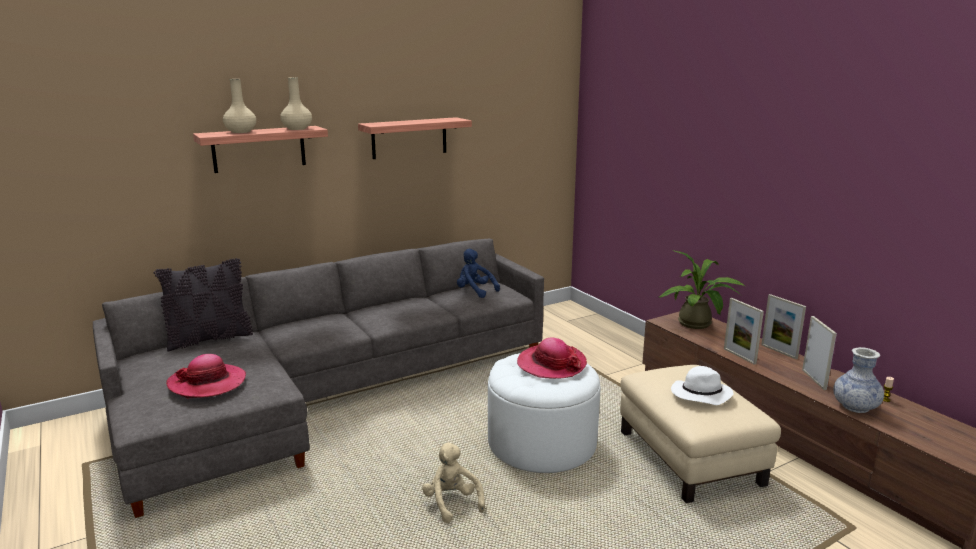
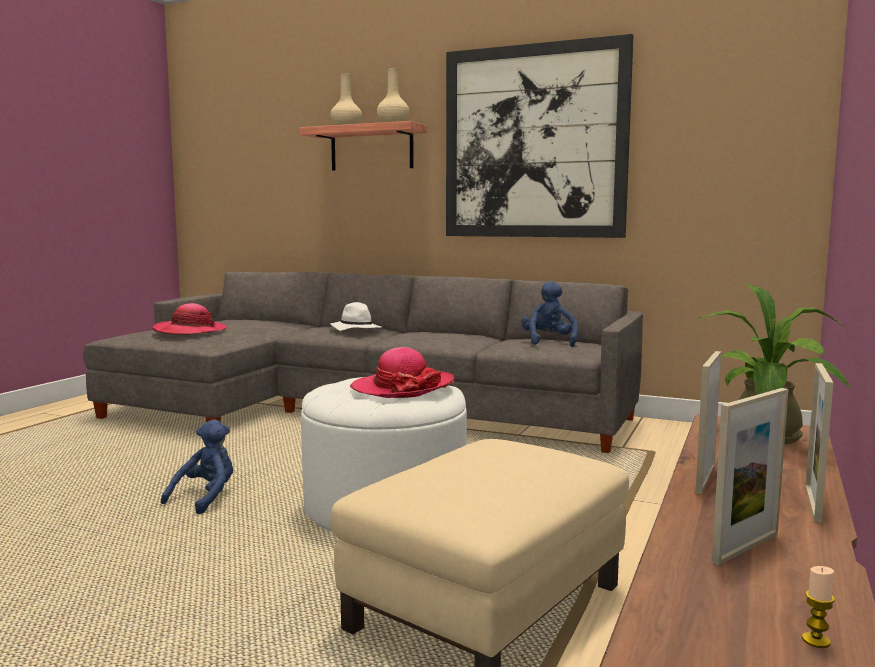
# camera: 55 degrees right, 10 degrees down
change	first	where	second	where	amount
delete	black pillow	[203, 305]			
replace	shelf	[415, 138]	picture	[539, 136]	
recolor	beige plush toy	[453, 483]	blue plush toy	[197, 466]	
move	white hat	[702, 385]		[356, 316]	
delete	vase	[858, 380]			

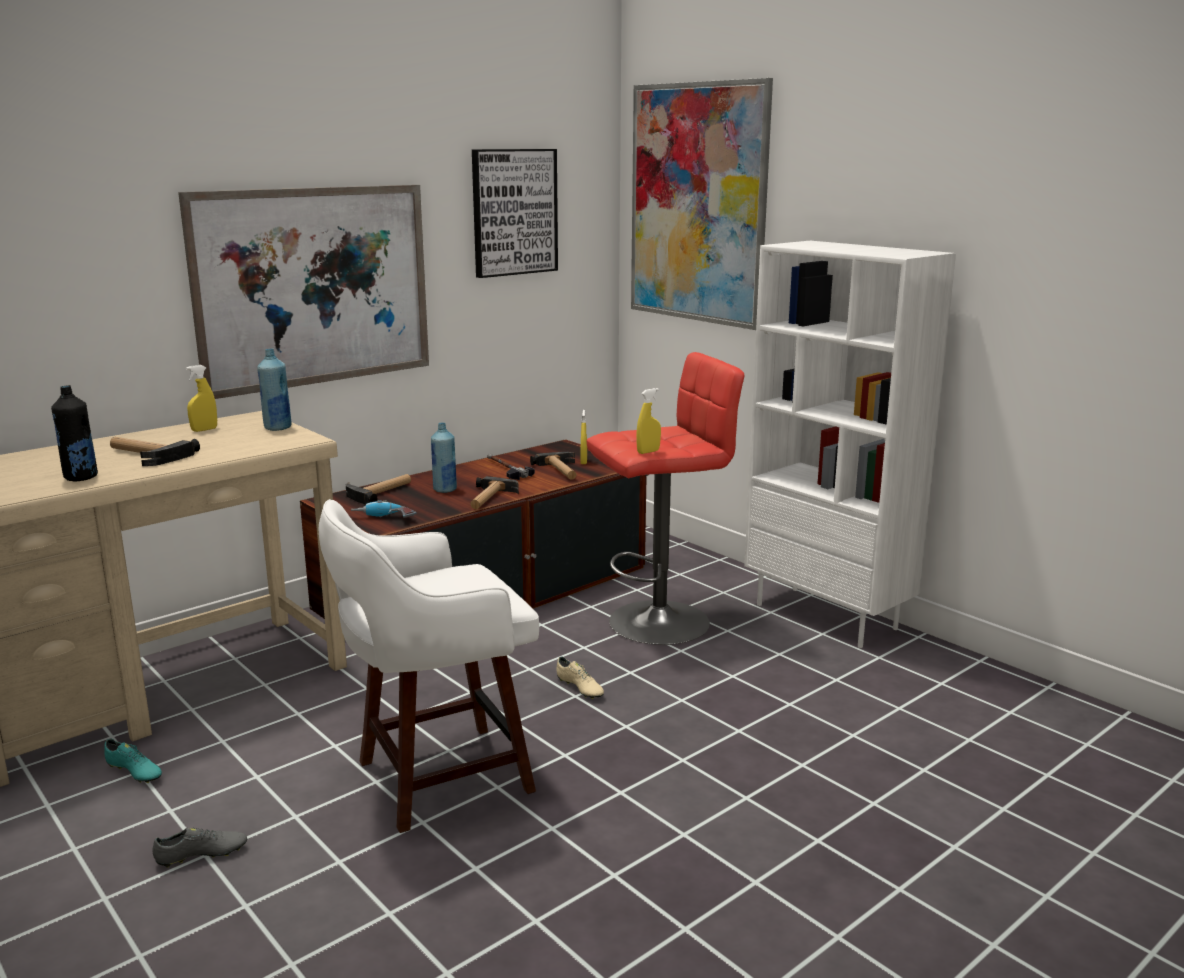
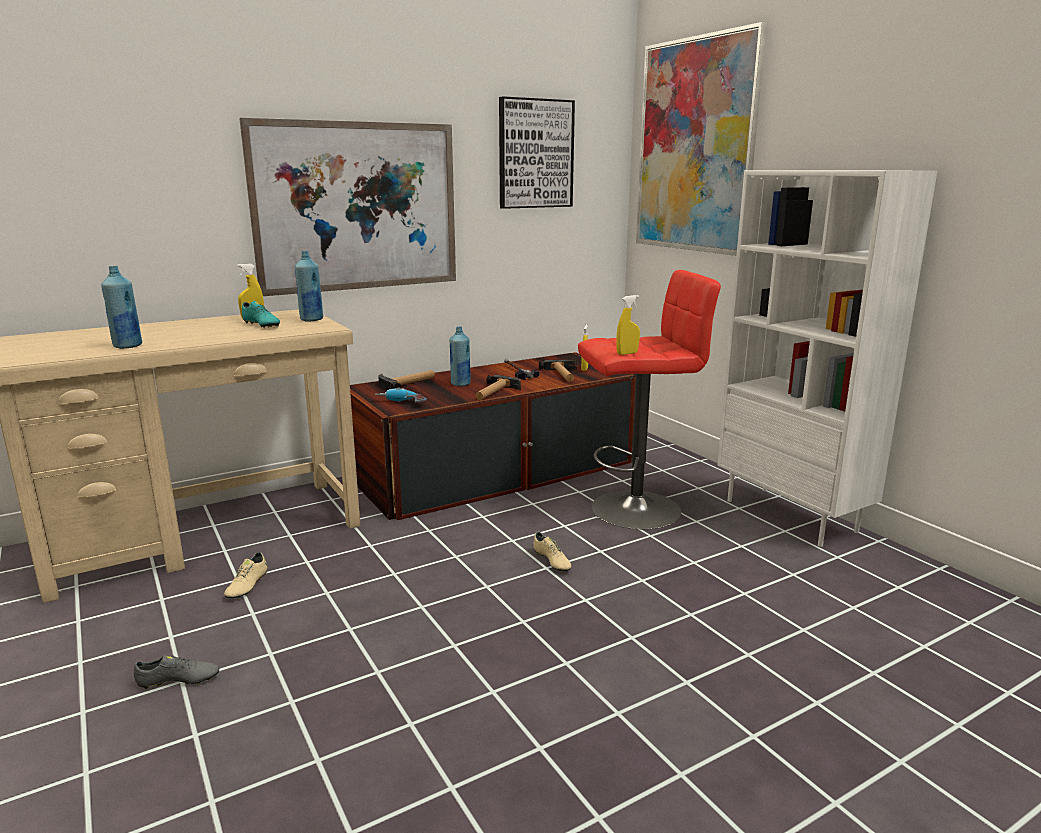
# camera: 10 degrees right, 0 degrees up
change	first	where	second	where	amount
recolor	black bottle	[74, 433]	blue bottle	[121, 307]	
move	turquoise shoe	[133, 761]		[261, 314]	
delete	hammer	[155, 451]			
delete	white stool	[429, 666]			
insert			beige shoe	[245, 575]	

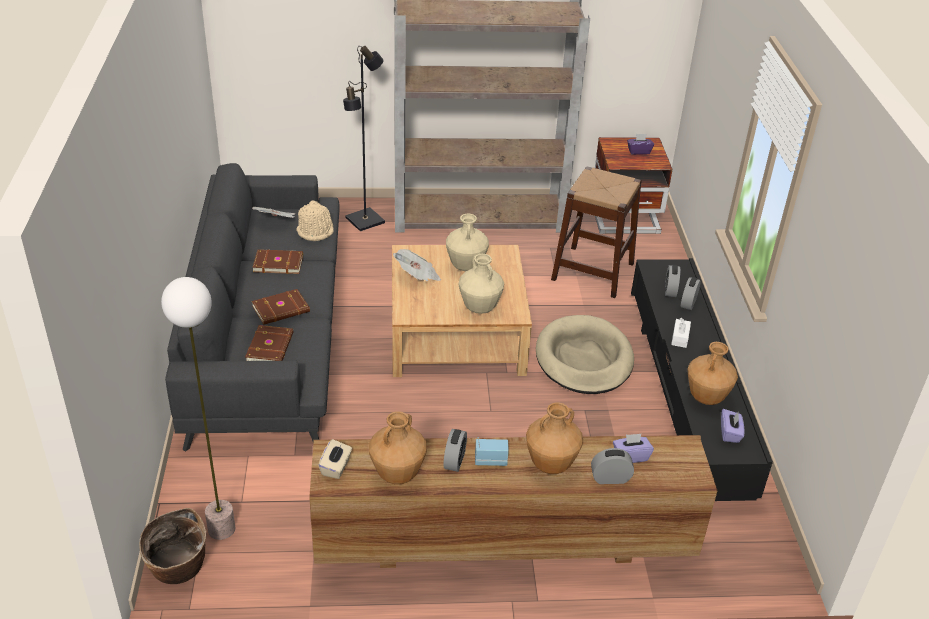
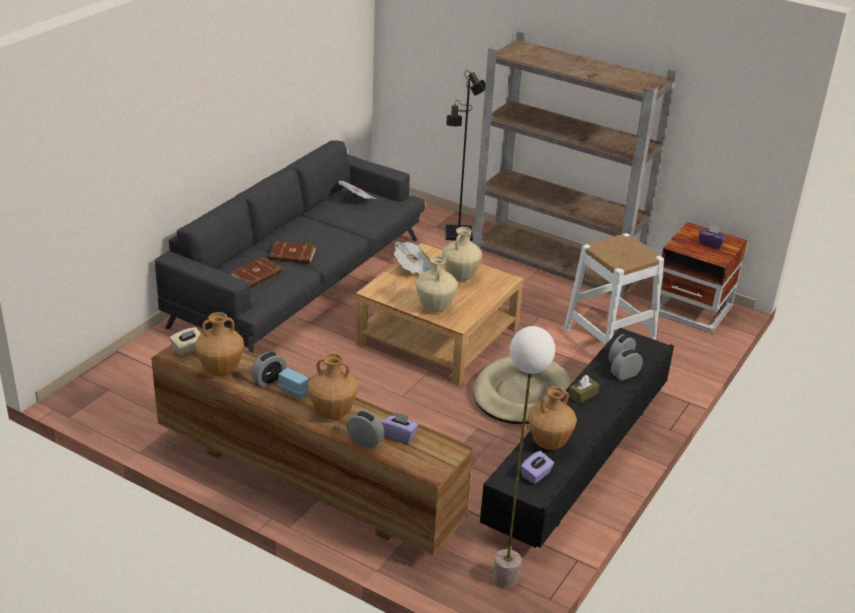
# camera: 35 degrees right, 5 degrees down
change	first	where	second	where	amount
delete	basket	[172, 546]			
move	floor lamp	[198, 408]		[524, 457]	
delete	brown book	[277, 261]			
delete	beige hat	[315, 221]			
recolor	brown stool	[596, 232]	white stool	[614, 289]	
recolor	white tissue box	[681, 333]	brown tissue box	[584, 389]	

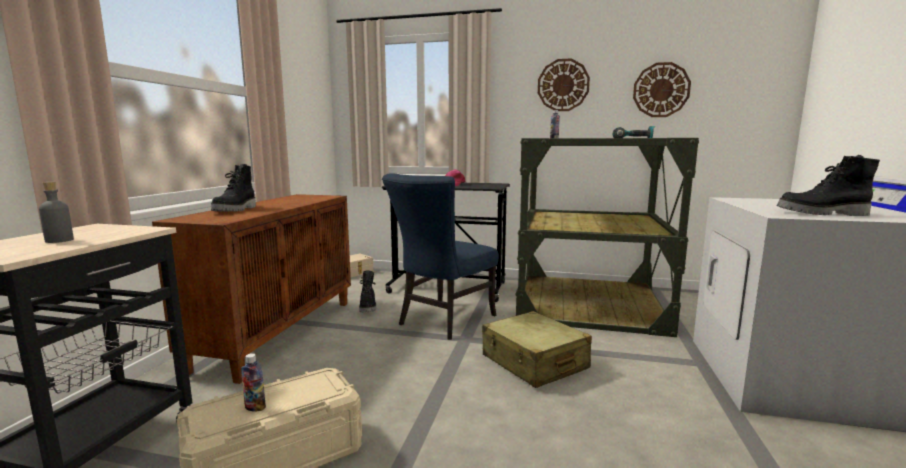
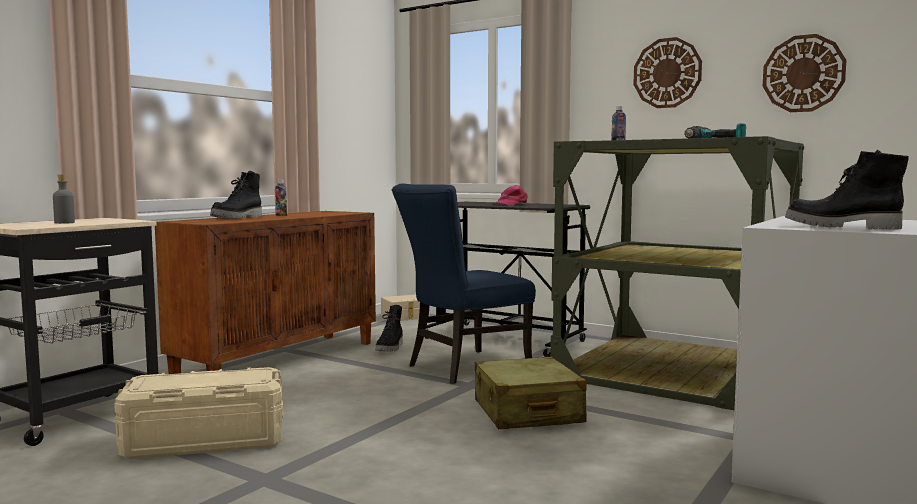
# camera: 20 degrees right, 5 degrees down
change	first	where	second	where	amount
move	bottle	[253, 382]		[281, 198]	

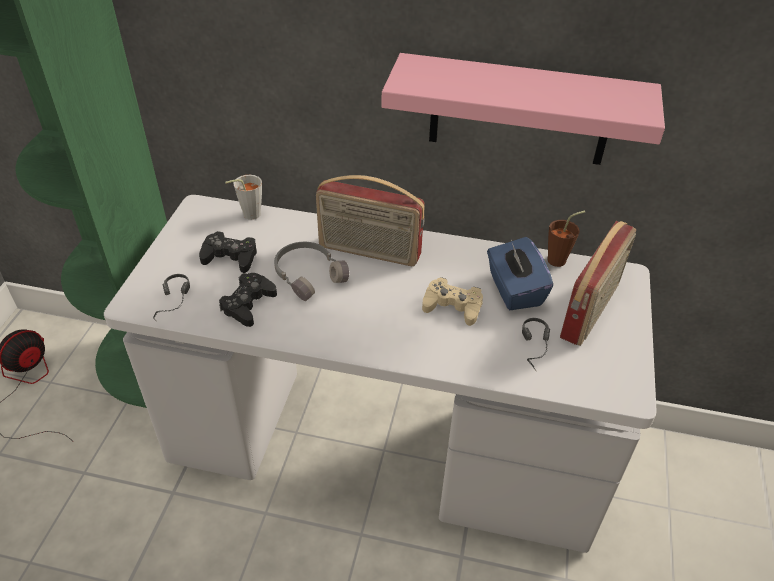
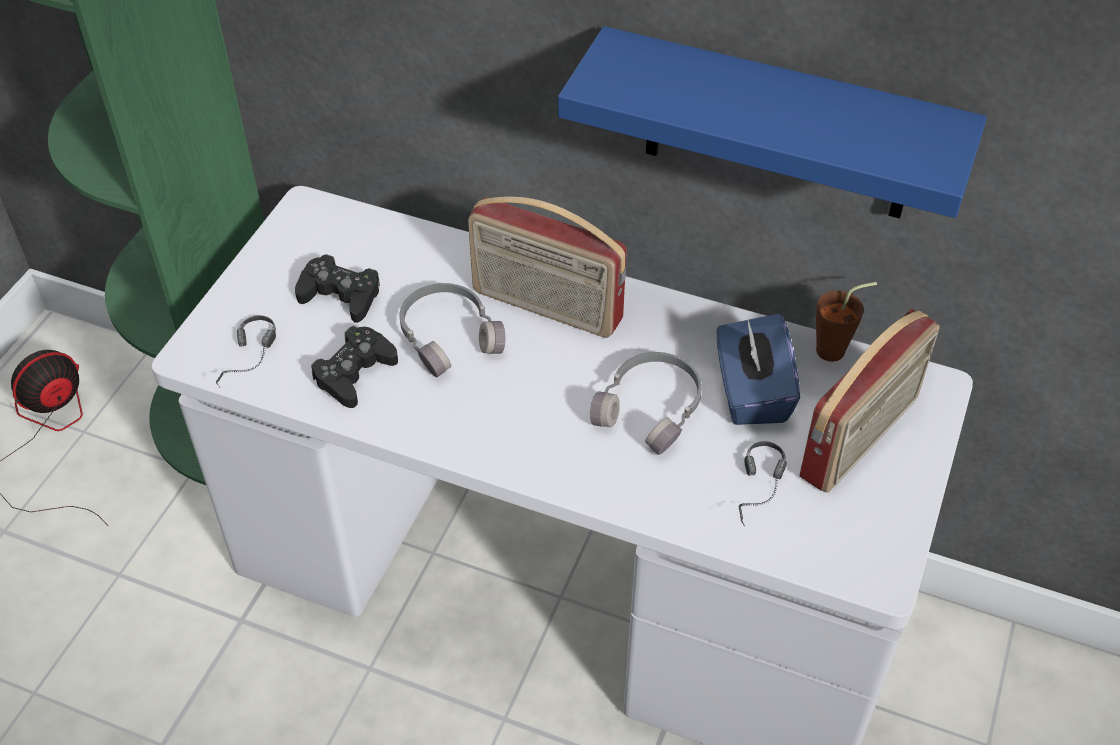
# camera: 10 degrees right, 5 degrees up
change	first	where	second	where	amount
delete	grey cup	[243, 197]			
recolor	pink shelf	[523, 109]	blue shelf	[772, 122]	
replace	beige game controller	[452, 301]	grey headphones	[646, 403]	

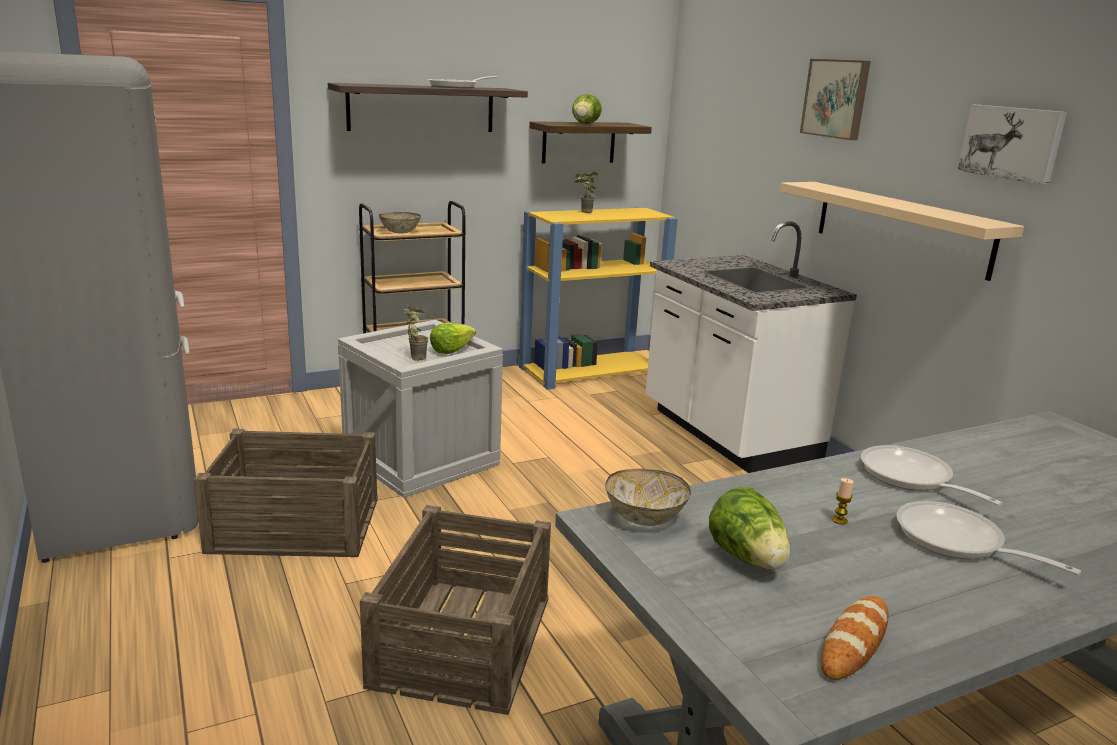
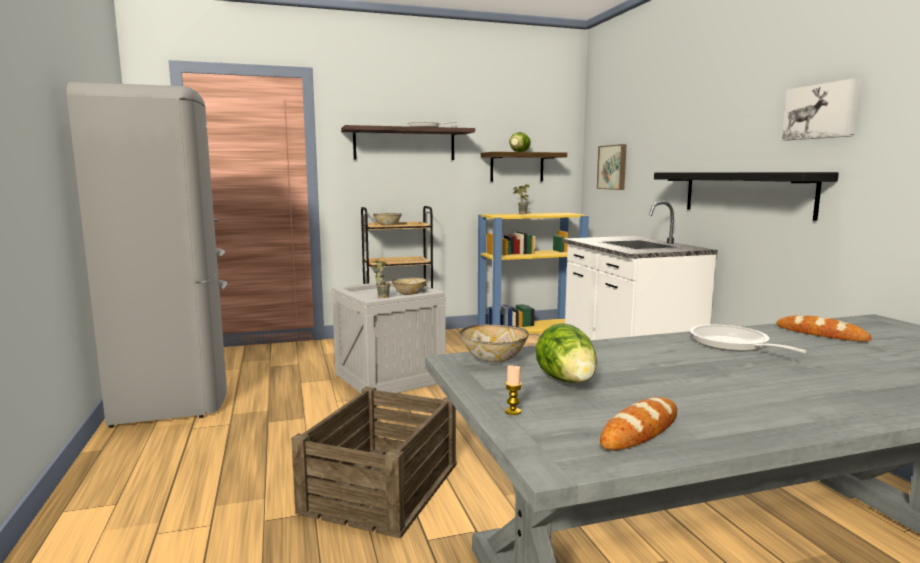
# camera: 10 degrees right, 10 degrees down
change	first	where	second	where	amount
delete	crate	[286, 492]			
replace	lettuce	[453, 338]	bowl	[409, 286]	
recolor	beige shelf	[902, 231]	black shelf	[746, 196]	
move	picture	[835, 99]		[612, 167]	
move	candle	[843, 501]		[513, 390]	
delete	frying pan	[989, 538]			
insert			bread	[824, 328]	

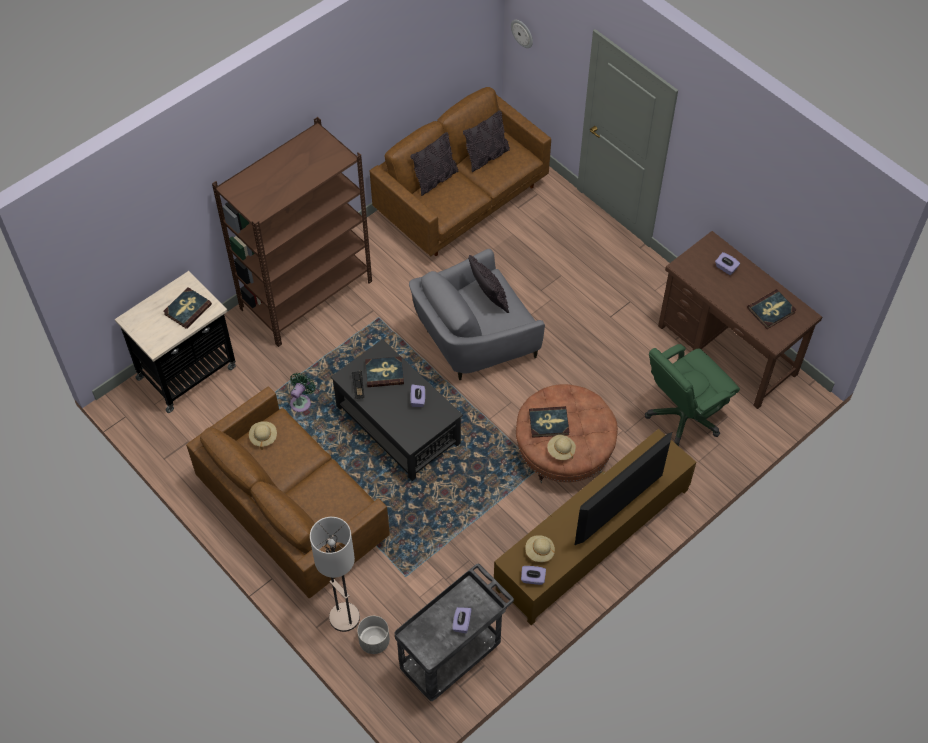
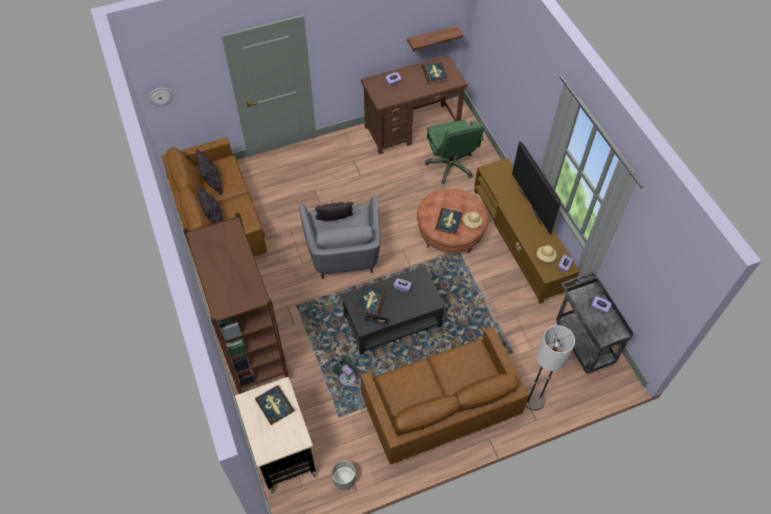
# camera: 70 degrees left, 0 degrees up
change	first	where	second	where	amount
delete	beige hat	[263, 435]			
move	grey planter	[373, 635]		[344, 475]	
insert			shelf	[435, 38]	

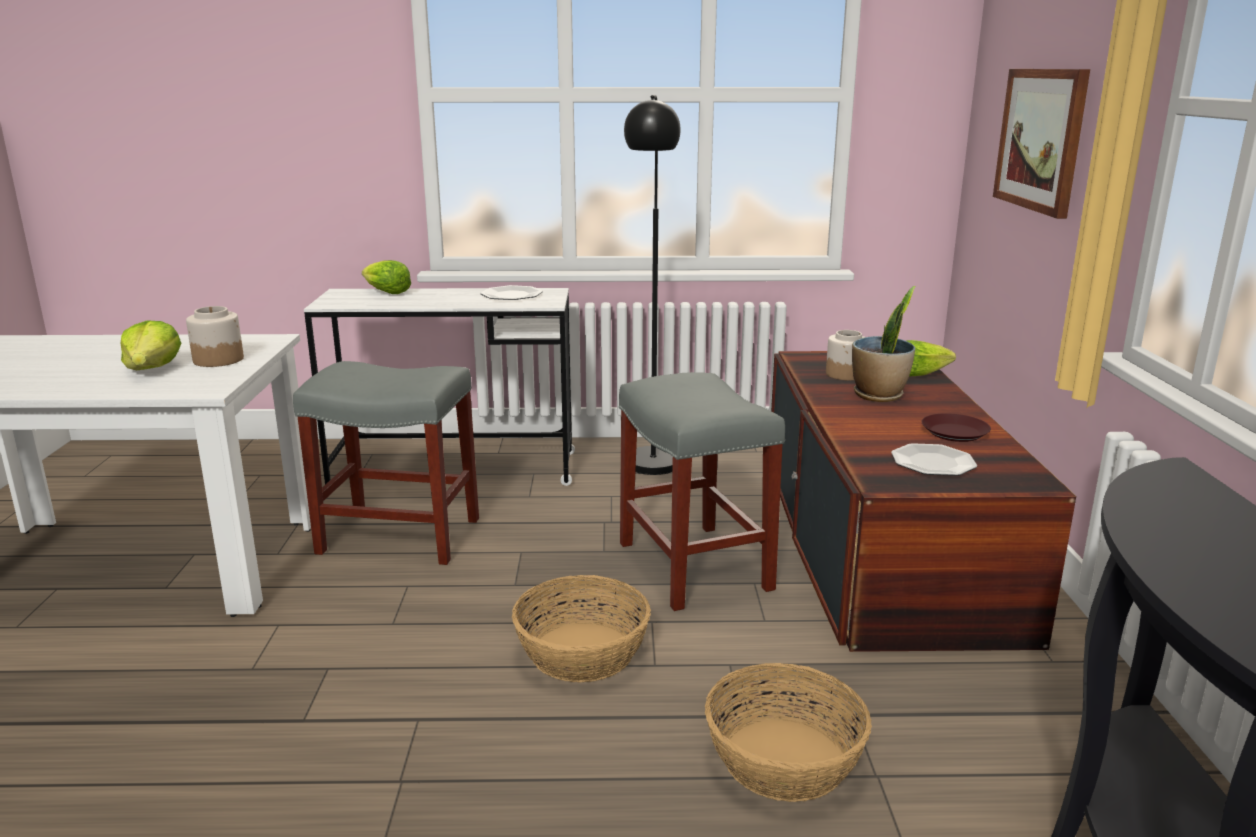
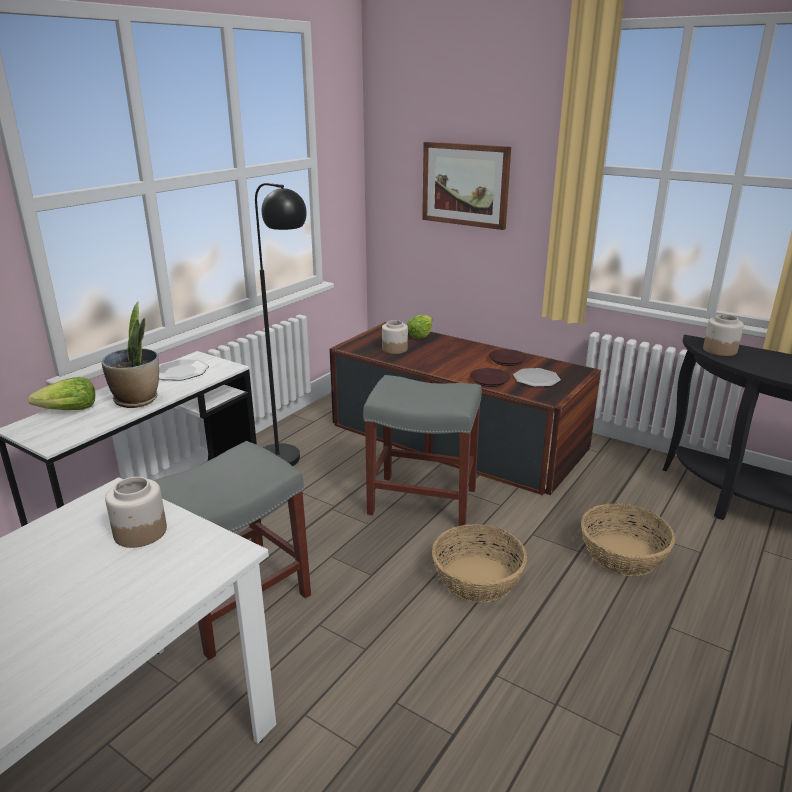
# camera: 55 degrees left, 5 degrees up
change	first	where	second	where	amount
delete	lettuce	[150, 345]			
move	potted plant	[883, 344]		[130, 354]	
insert			brown plate	[490, 377]	
insert			jar	[723, 335]	

